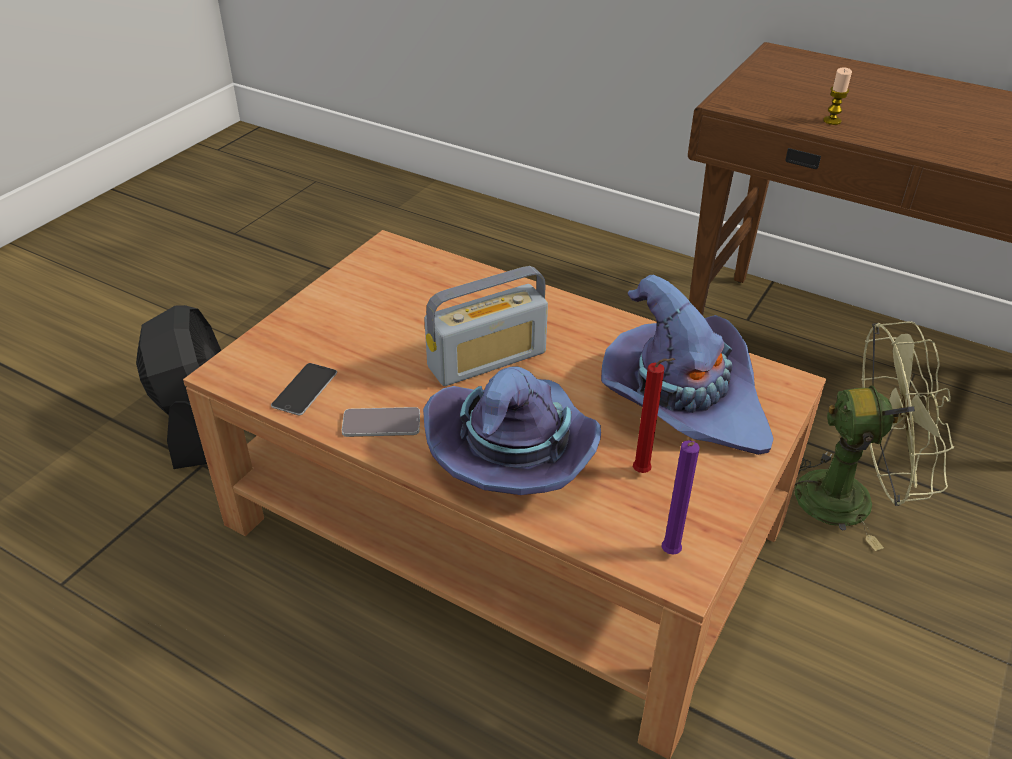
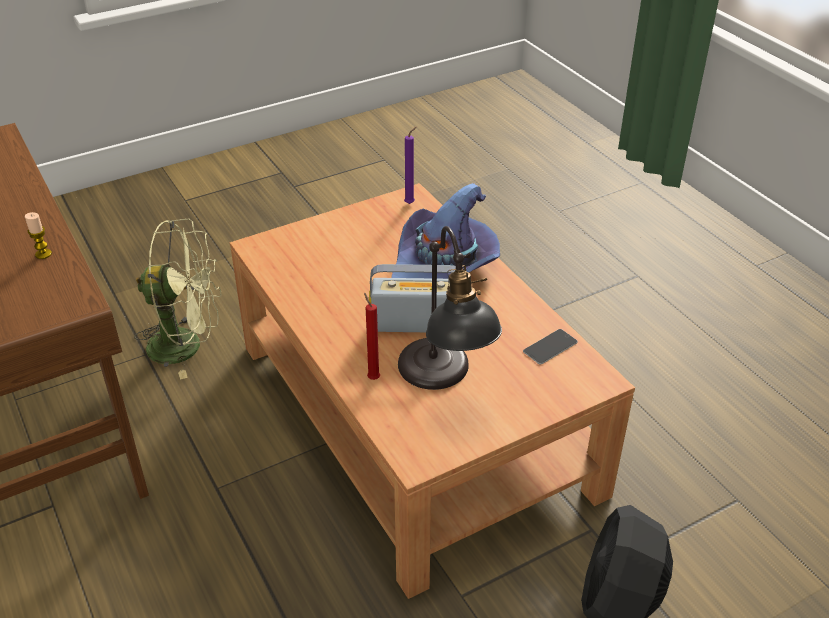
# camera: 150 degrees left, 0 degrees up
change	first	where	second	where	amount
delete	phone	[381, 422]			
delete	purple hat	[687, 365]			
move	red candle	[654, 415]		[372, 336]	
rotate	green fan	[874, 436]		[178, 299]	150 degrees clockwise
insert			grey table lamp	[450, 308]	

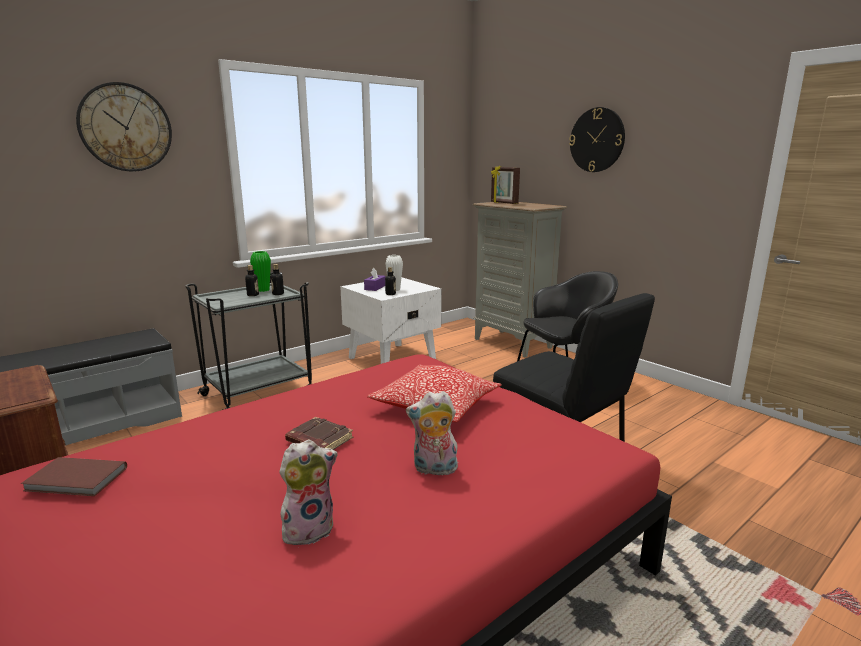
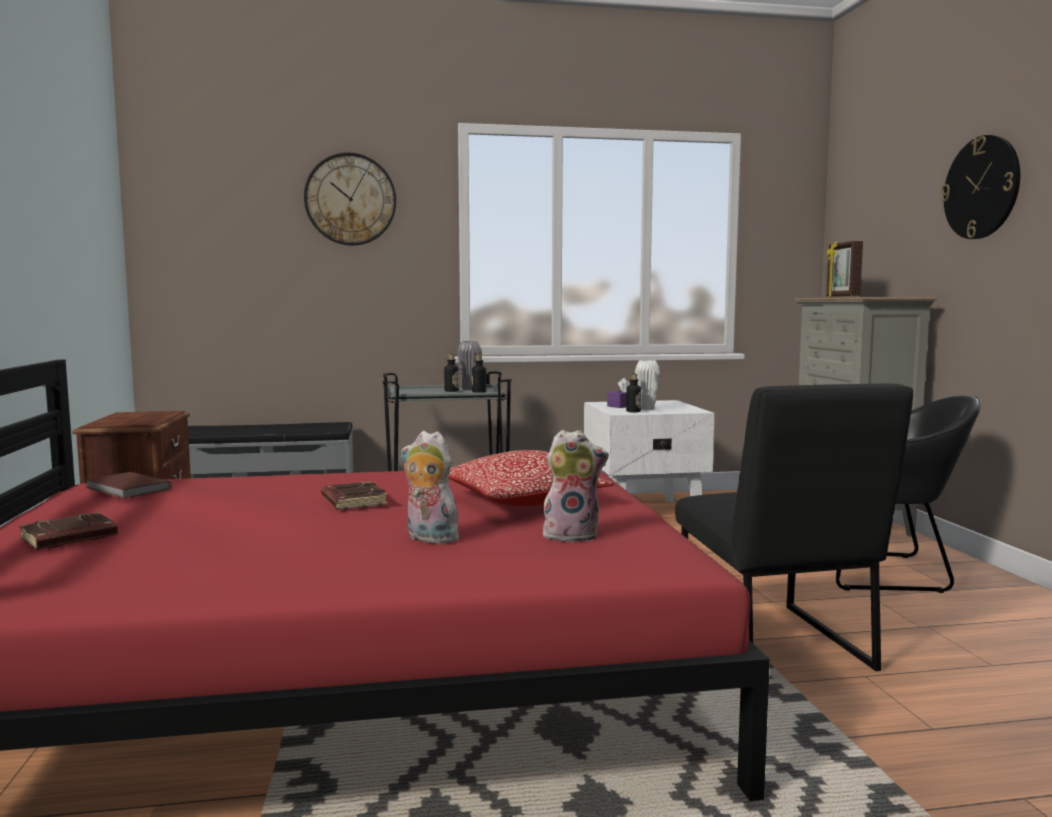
# camera: 30 degrees right, 10 degrees down
change	first	where	second	where	amount
recolor	green vase	[260, 271]	grey vase	[469, 365]	
move	plush toy	[308, 492]		[575, 486]	
insert			brown book	[68, 531]	

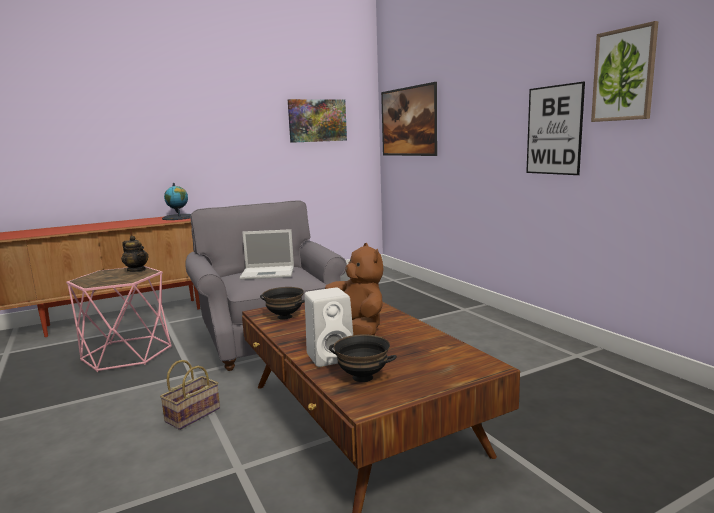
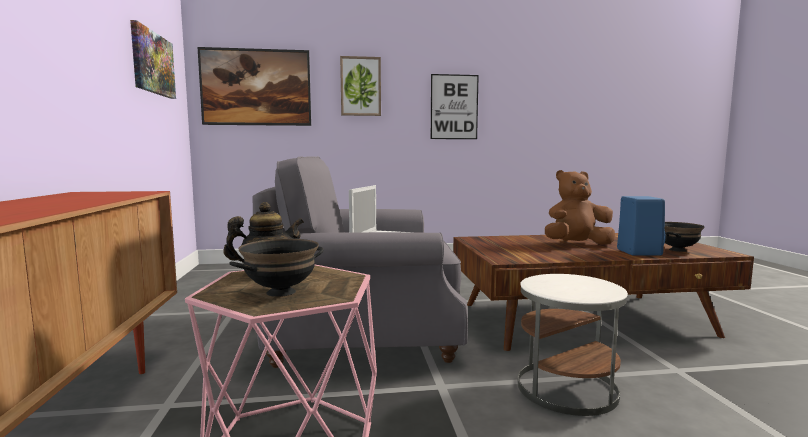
# camera: 70 degrees left, 5 degrees down
change	first	where	second	where	amount
replace	basket	[190, 395]	white side table	[572, 345]	
delete	globe	[176, 201]			
move	black bowl	[282, 303]		[277, 268]	
recolor	white speaker	[328, 327]	blue speaker	[641, 226]	
move	picture	[624, 71]		[360, 86]	

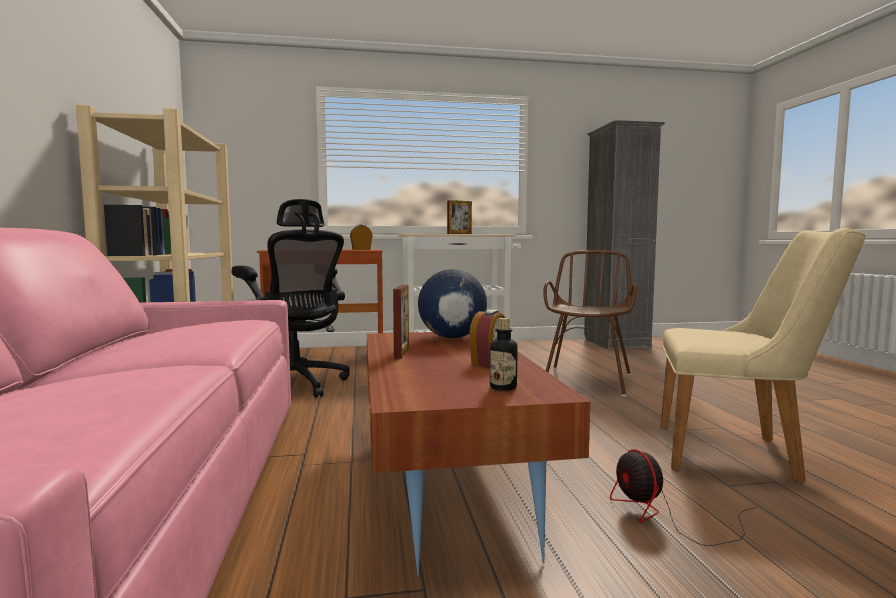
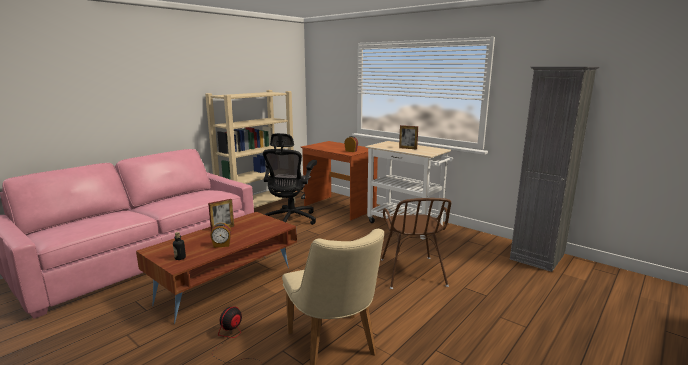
# camera: 50 degrees right, 10 degrees up
change	first	where	second	where	amount
delete	globe	[452, 303]			
rotate	brown chair	[590, 323]		[416, 243]	105 degrees clockwise

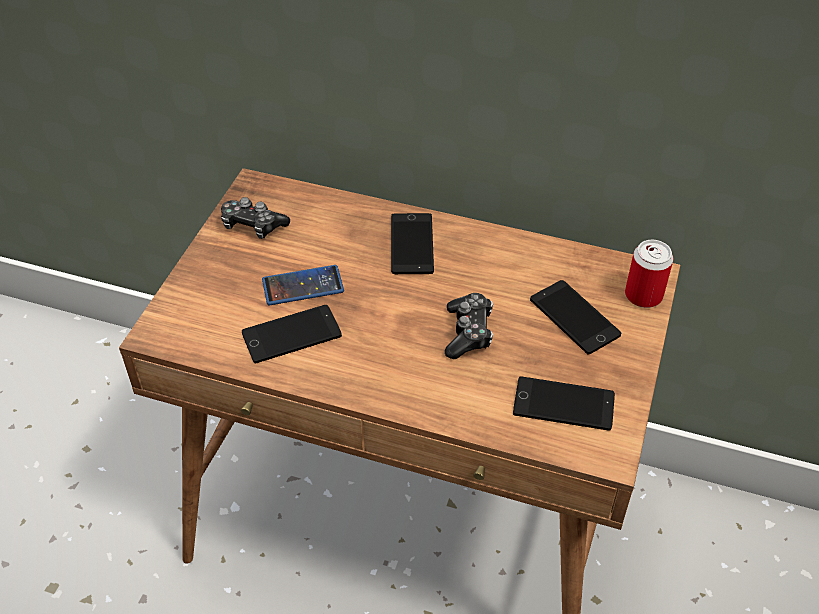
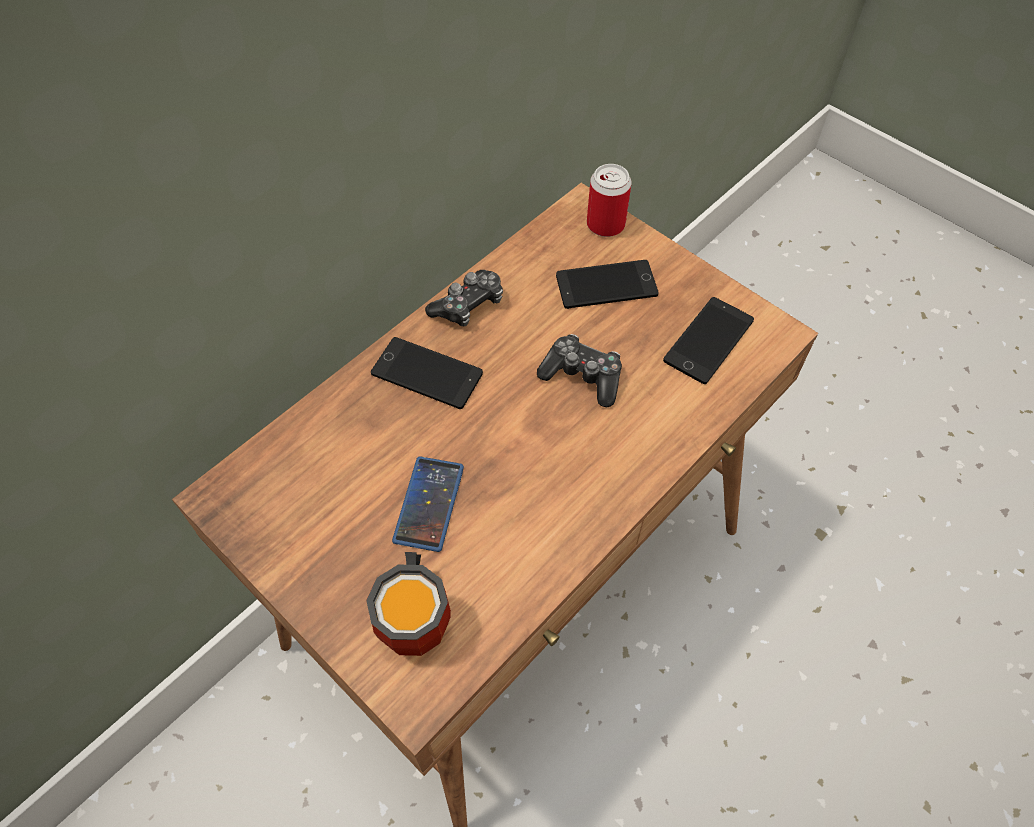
# camera: 65 degrees left, 10 degrees up
change	first	where	second	where	amount
move	game controller	[255, 218]		[464, 298]	
delete	phone	[292, 334]			
insert			mug	[408, 604]	

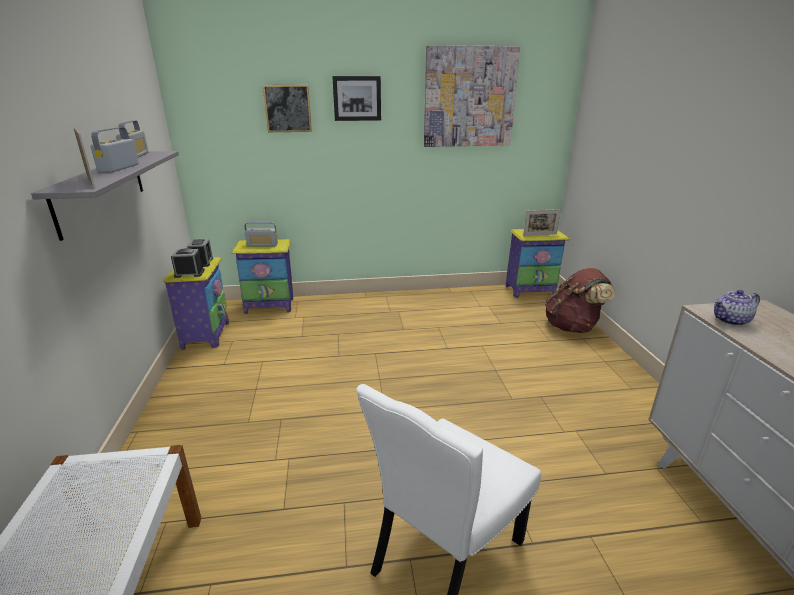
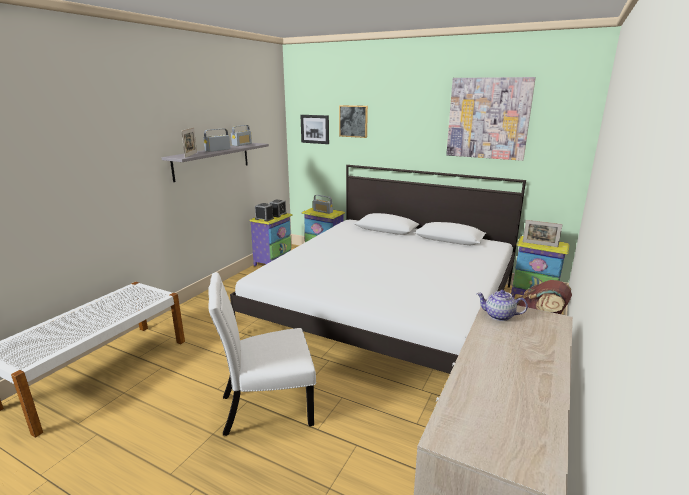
# camera: 35 degrees right, 5 degrees down
change	first	where	second	where	amount
move	picture	[356, 98]		[314, 129]	
insert			white bed	[378, 269]	

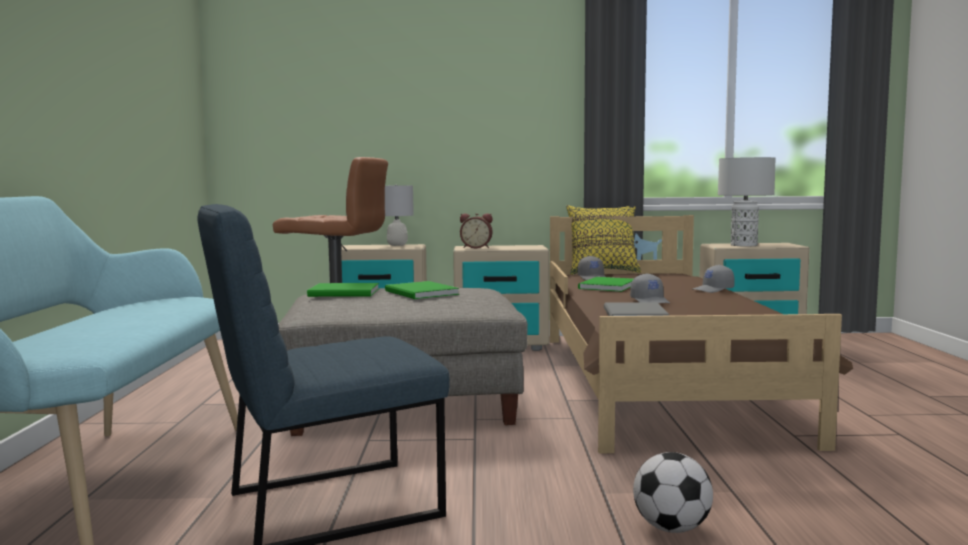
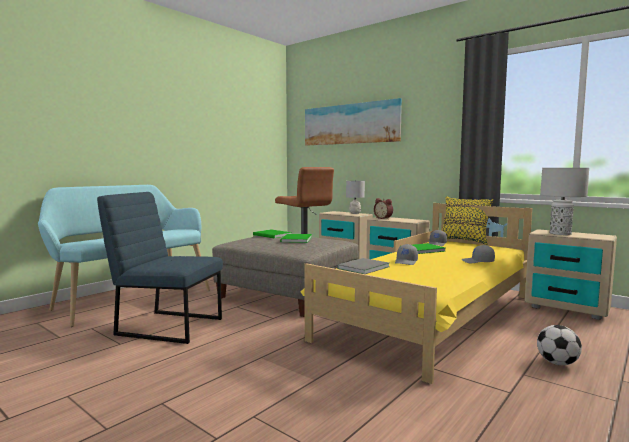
# camera: 40 degrees right, 0 degrees up
change	first	where	second	where	amount
recolor	brown bed	[701, 334]	yellow bed	[416, 293]	
move	football	[673, 492]		[559, 345]	
insert			picture	[353, 122]	

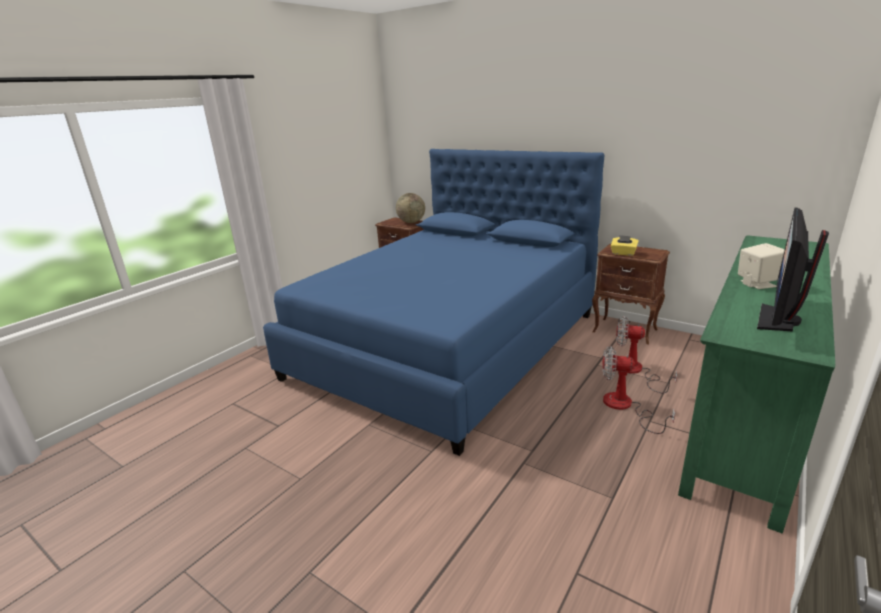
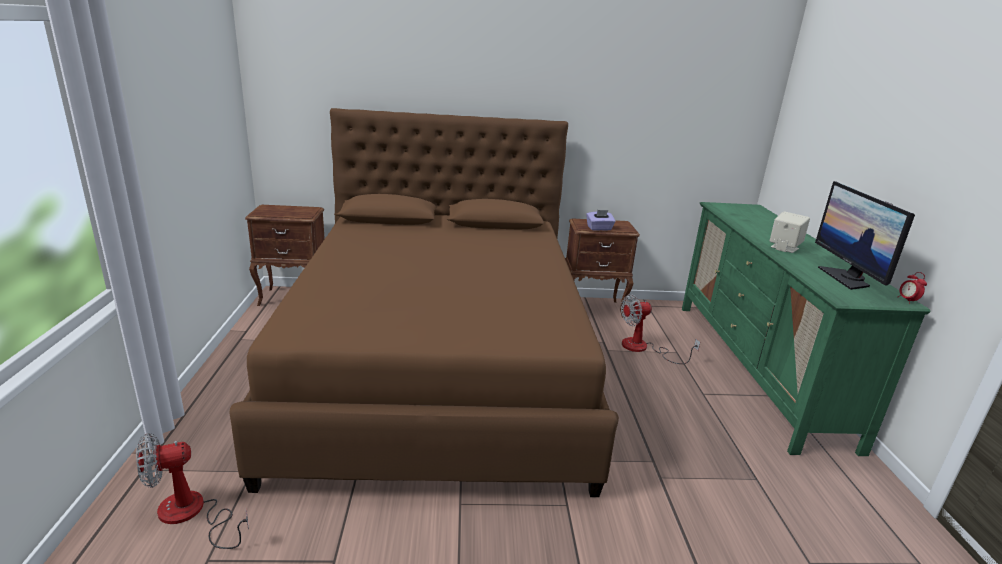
# camera: 40 degrees left, 0 degrees up
change	first	where	second	where	amount
recolor	blue bed	[433, 302]	brown bed	[424, 302]	
delete	globe	[410, 208]			
move	fan	[638, 390]		[192, 491]	
recolor	yellow tissue box	[625, 245]	purple tissue box	[601, 220]	
insert			alarm clock	[912, 288]	

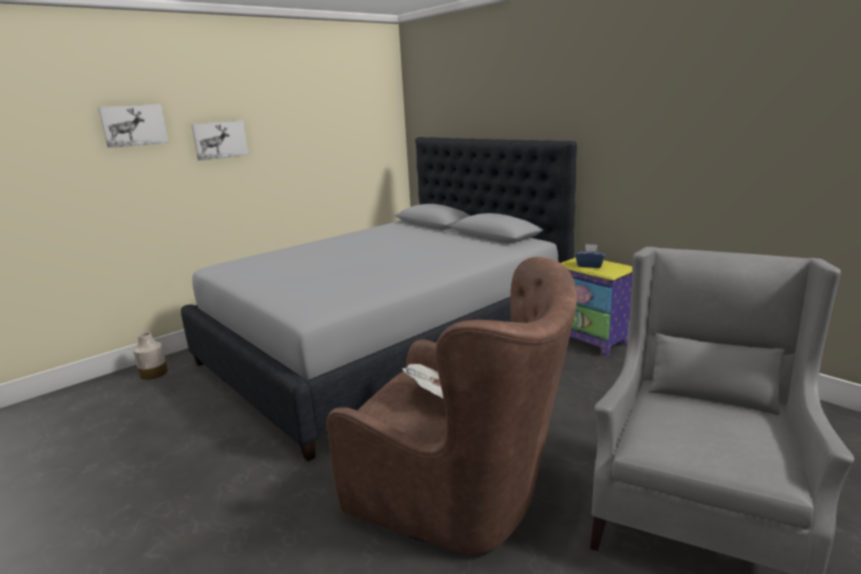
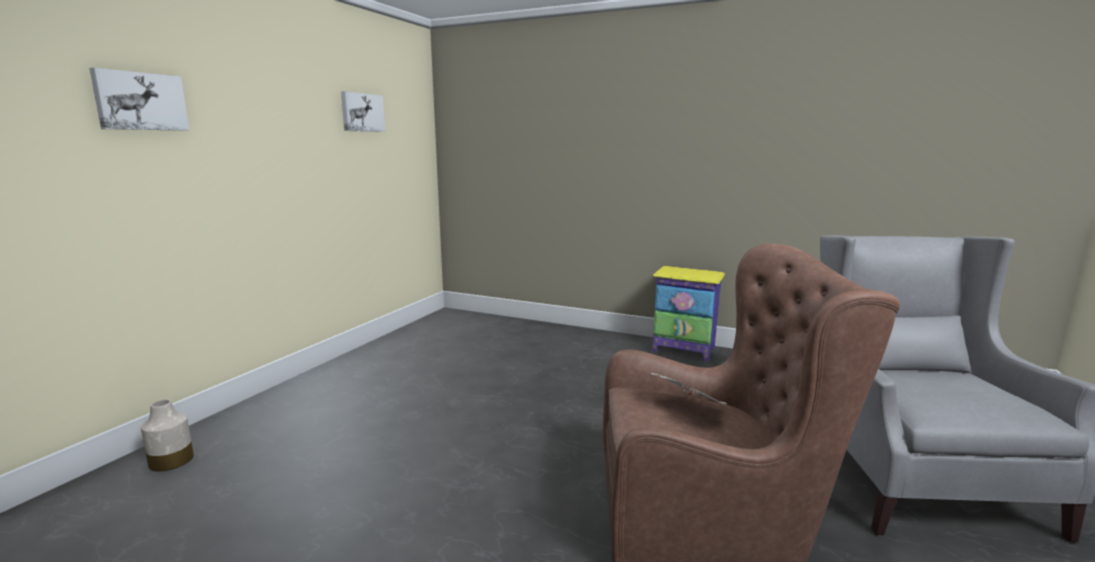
# camera: 25 degrees left, 5 degrees down
change	first	where	second	where	amount
delete	grey bed	[379, 299]			
move	picture	[220, 141]		[363, 111]	
delete	blue tissue box	[590, 256]			

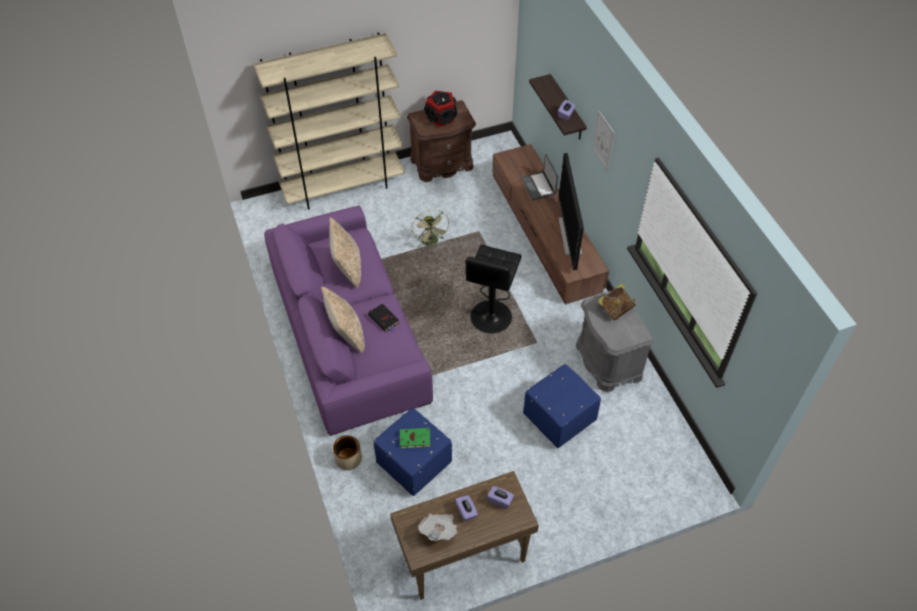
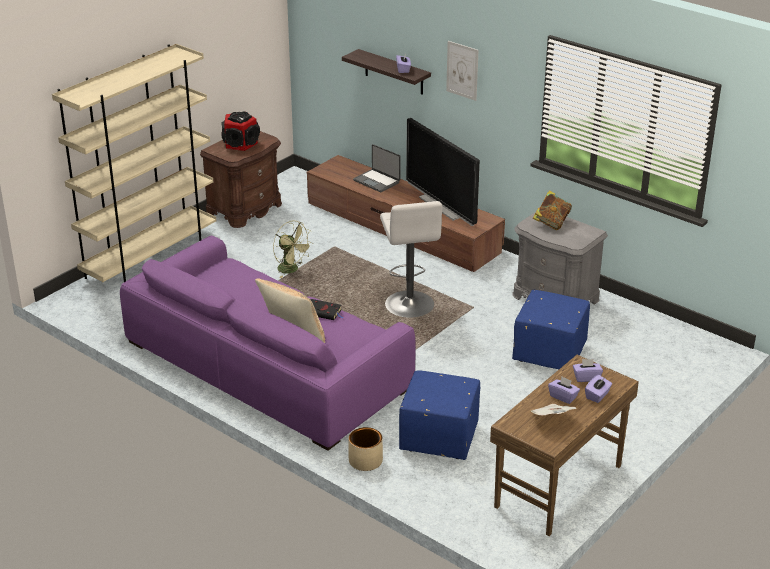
# camera: 30 degrees left, 20 degrees down
change	first	where	second	where	amount
delete	beige pillow	[345, 252]			
delete	green book	[412, 438]			
recolor	black stool	[493, 289]	white stool	[411, 259]	
insert			purple tissue box	[598, 389]	

